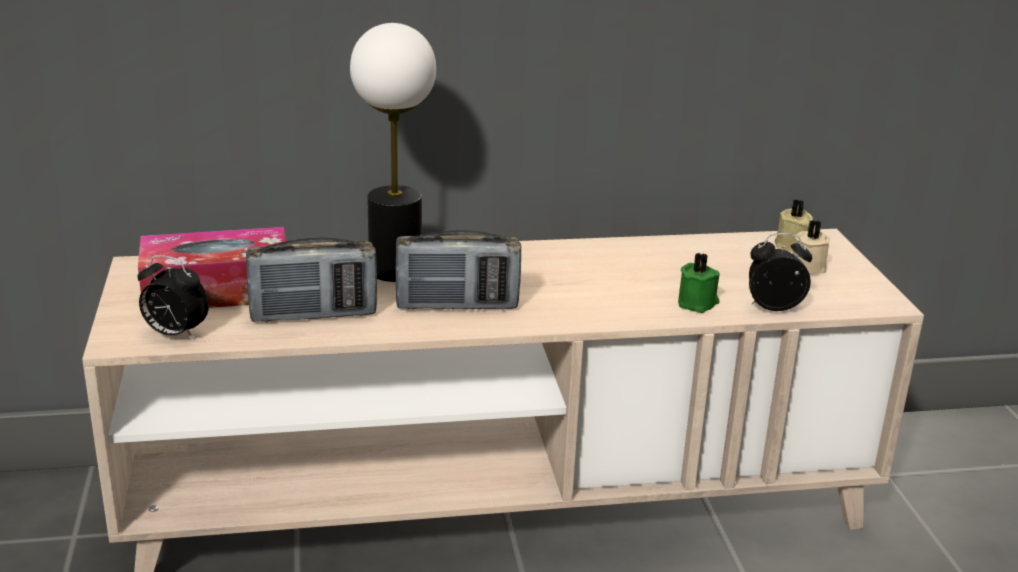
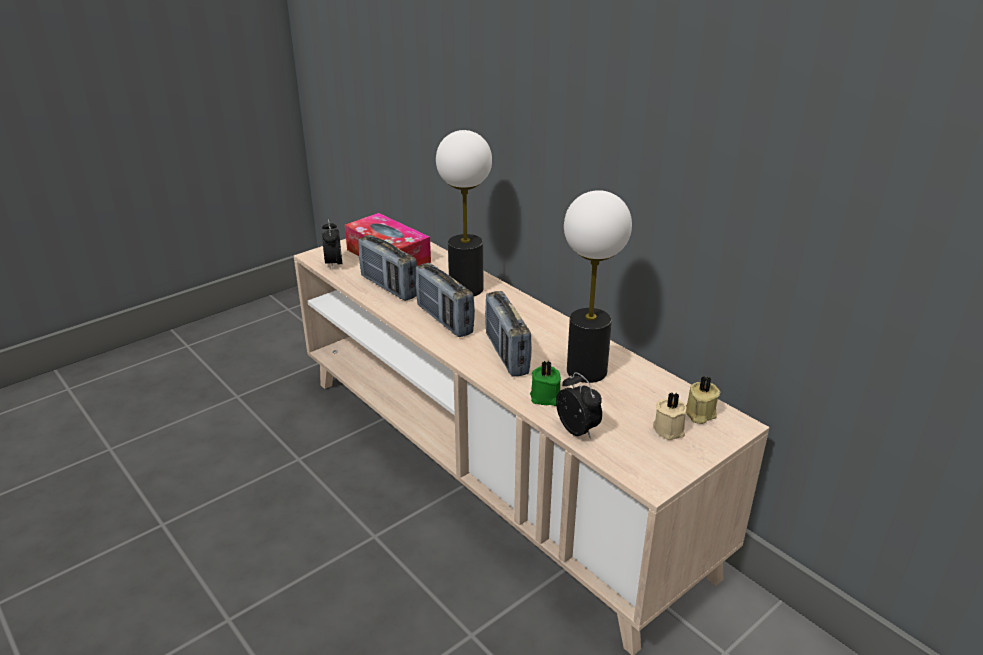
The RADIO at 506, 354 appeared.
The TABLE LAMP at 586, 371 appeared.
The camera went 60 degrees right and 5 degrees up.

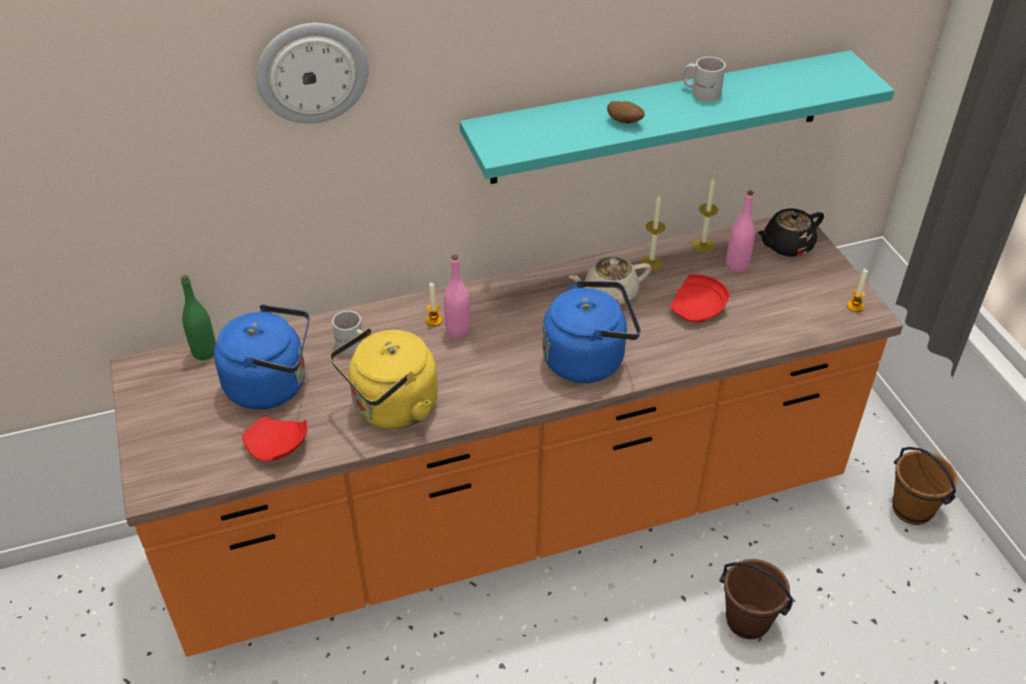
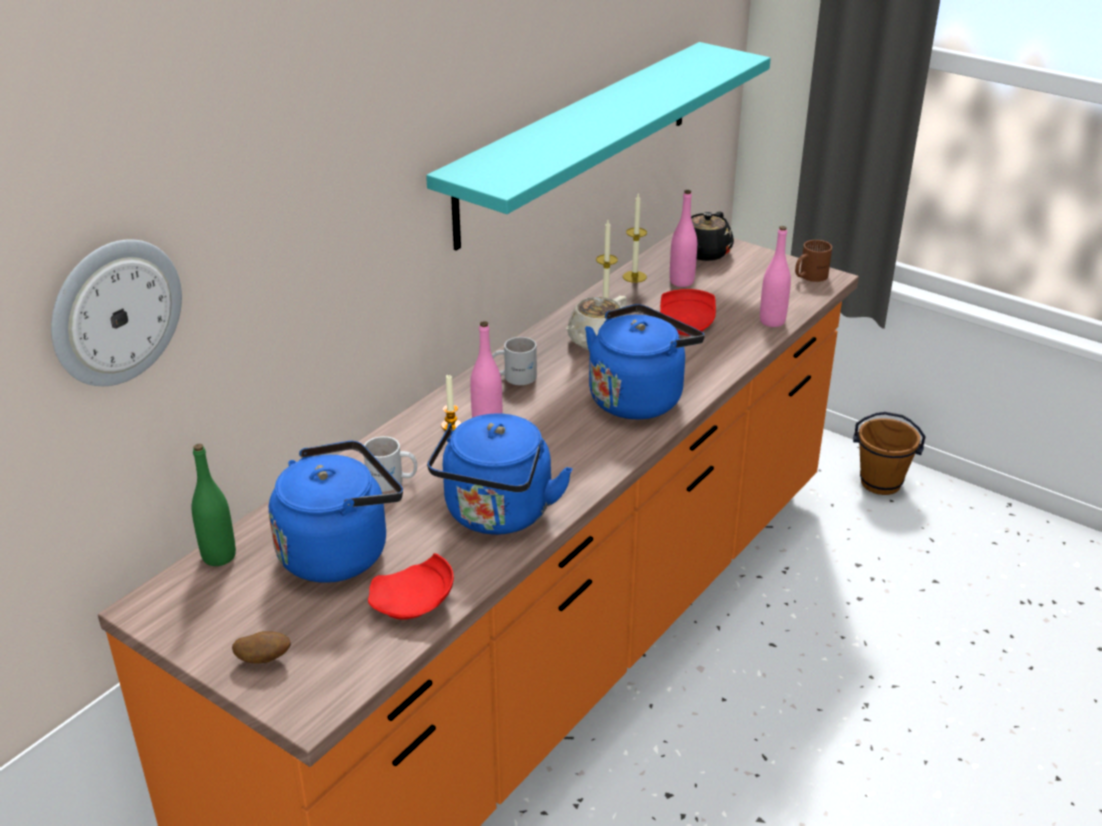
The BROWN BUCKET at 748, 620 disappeared.
The PINK BOTTLE at 772, 321 appeared.
The WALL CLOCK moved from 312, 72 to 115, 312.
The POTATO moved from 625, 122 to 264, 659.
The WHITE MUG moved from 701, 91 to 514, 376.
The CANDLE at 855, 306 was replaced by the BROWN MUG at 809, 276.
The YELLOW KETTLE at 391, 409 became the BLUE KETTLE at 497, 515.
The camera went 35 degrees left and 10 degrees down.

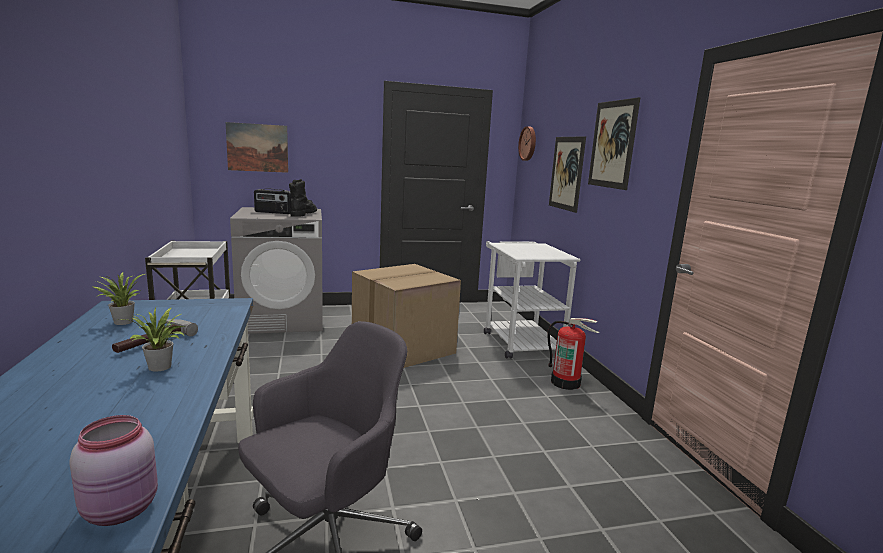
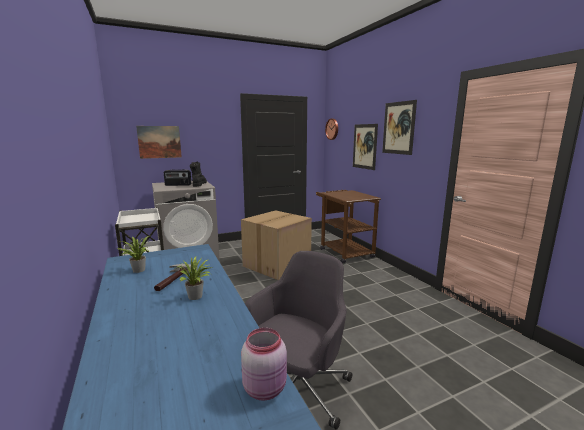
The FIRE EXTINGUISHER at 566, 382 disappeared.
The WHITE CART at 519, 341 became the BROWN CART at 343, 251.
The camera went 10 degrees left and 0 degrees up.

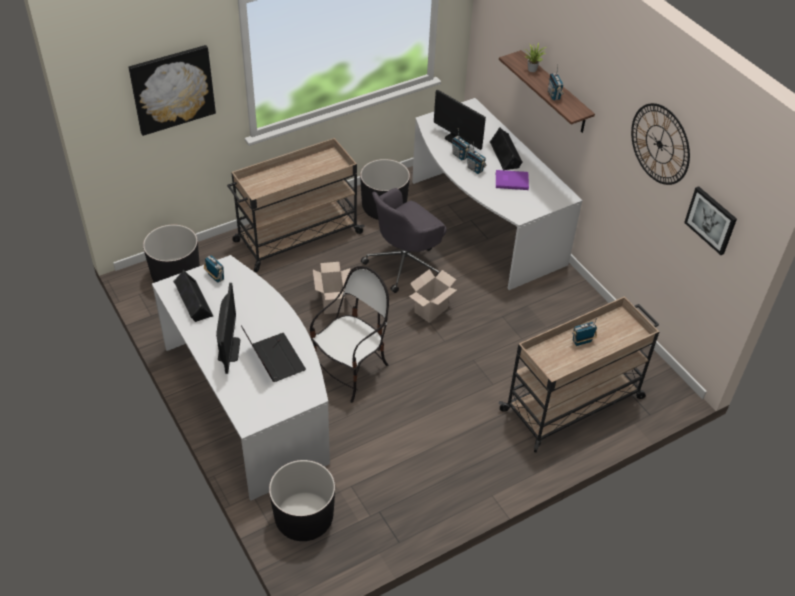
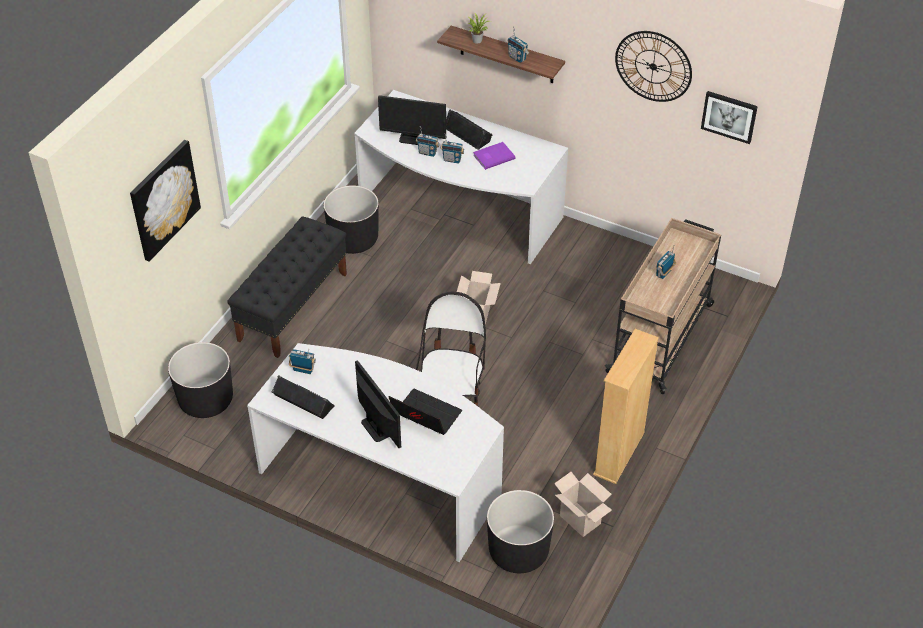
The GREY OFFICE CHAIR at 405, 263 disappeared.
The BEIGE BOOKCASE at 619, 453 appeared.
The CARDBOARD BOX moved from 333, 303 to 581, 520.
The BEIGE CART at 296, 237 was replaced by the BLACK BENCH at 293, 306.
The camera went 30 degrees left and 0 degrees up.

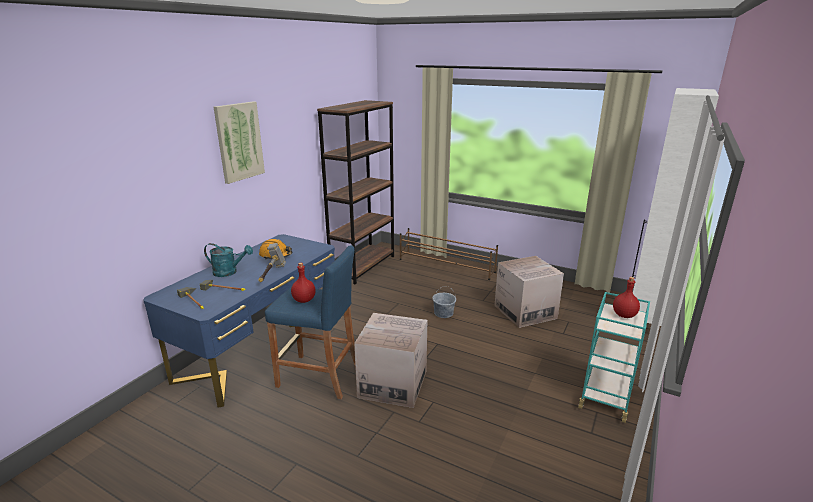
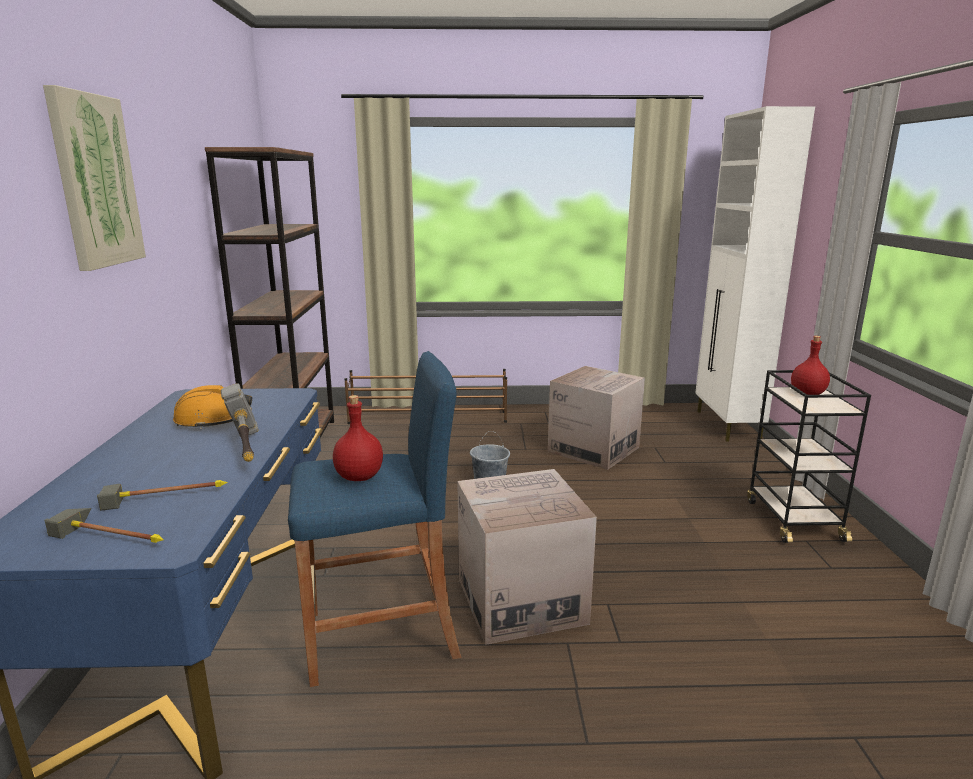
The TURQUOISE WATERING CAN at 229, 272 disappeared.
The TURQUOISE CART at 605, 396 became the BLACK CART at 793, 519.
The camera went 30 degrees left and 5 degrees down.

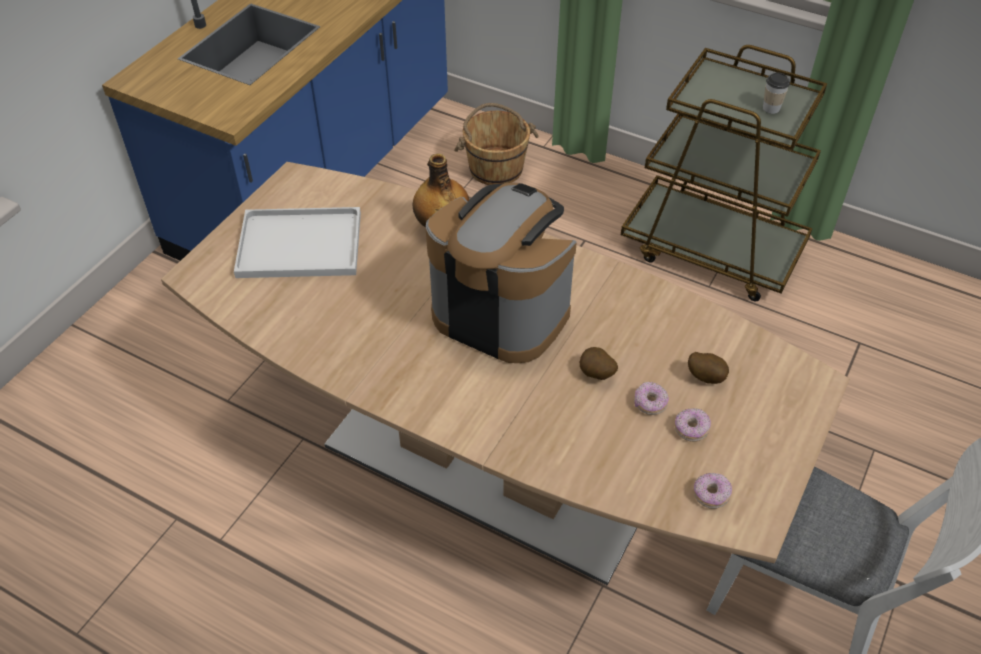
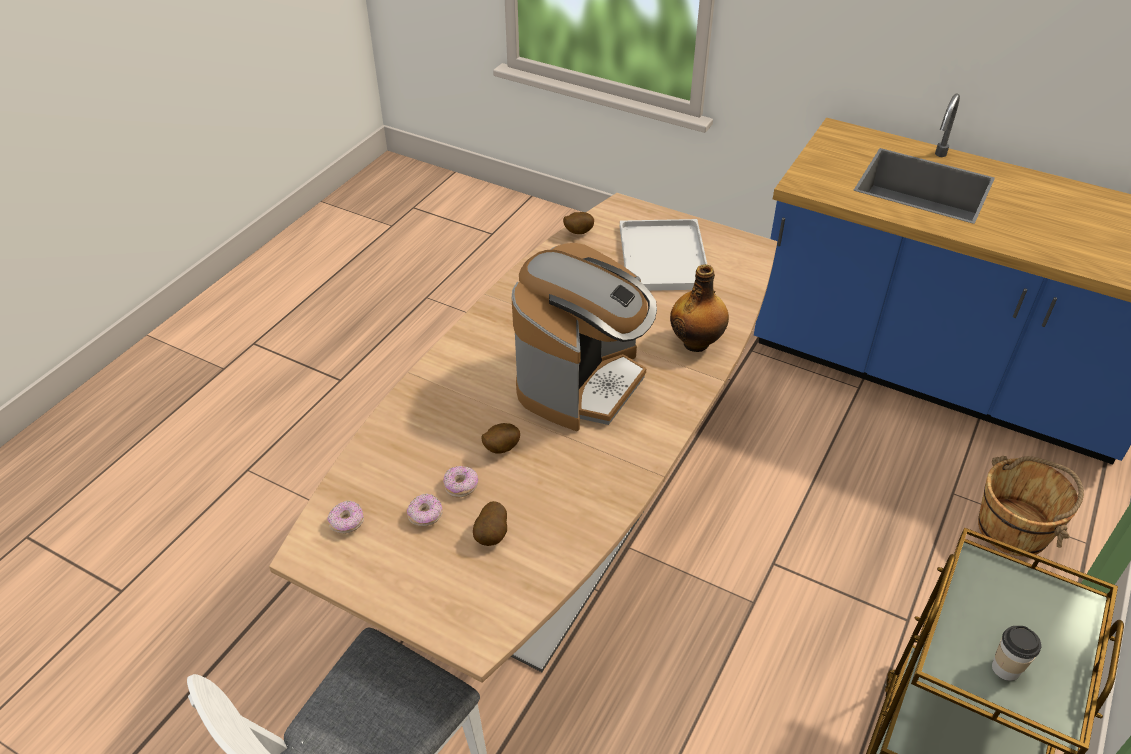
The POTATO at 577, 232 appeared.
The camera went 90 degrees right and 5 degrees down.

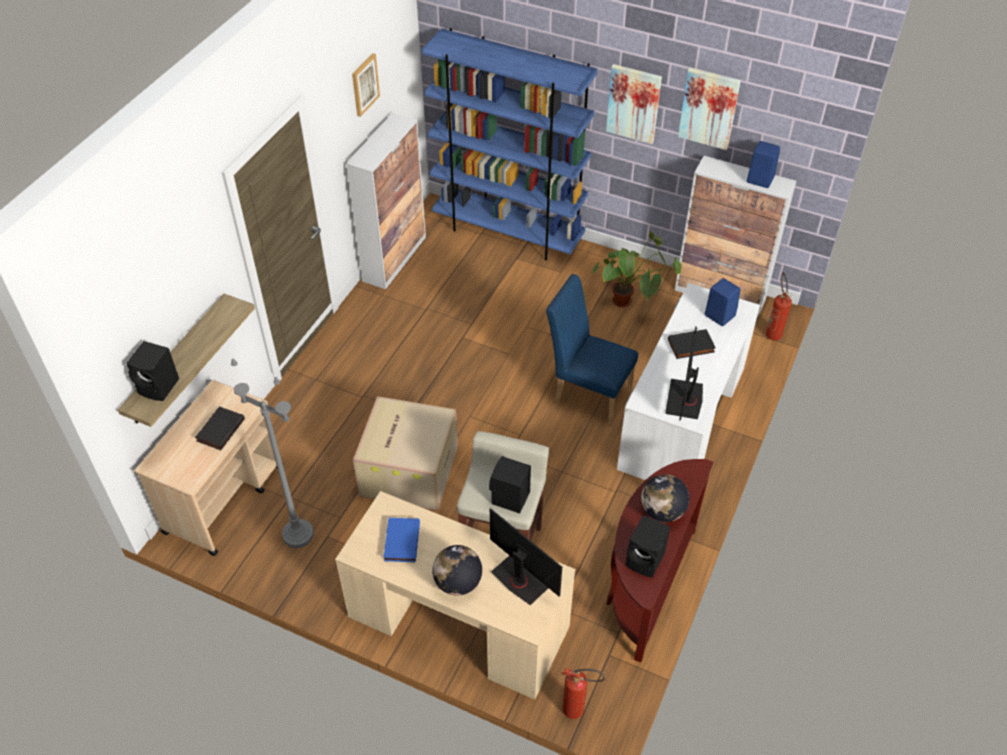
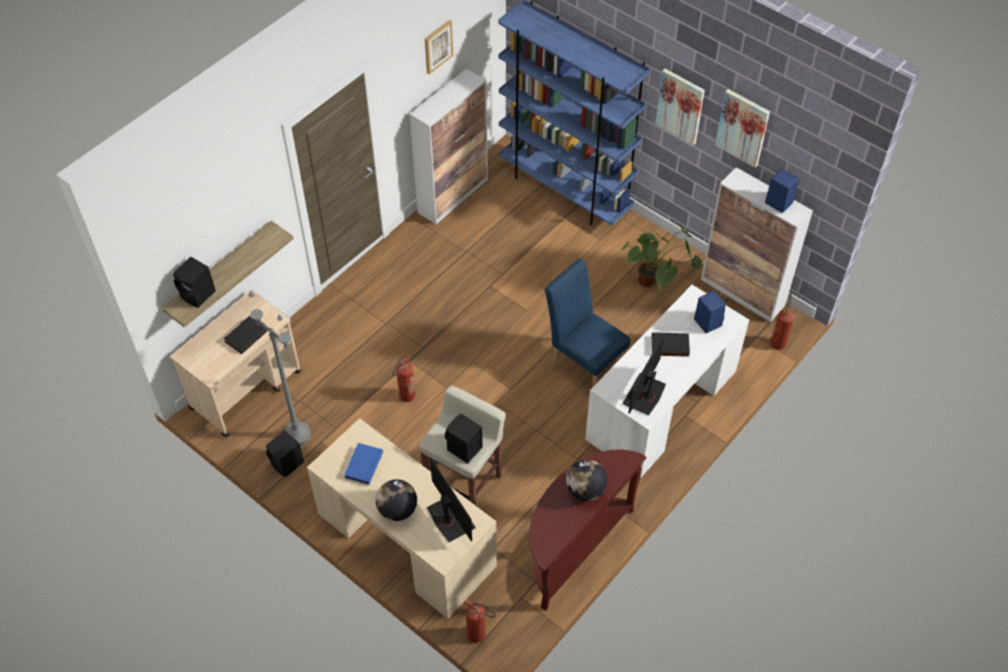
The BLACK SPEAKER moved from 646, 560 to 288, 464.
The CARDBOARD BOX at 408, 470 was replaced by the FIRE EXTINGUISHER at 405, 399.
The camera went 15 degrees right and 5 degrees up.

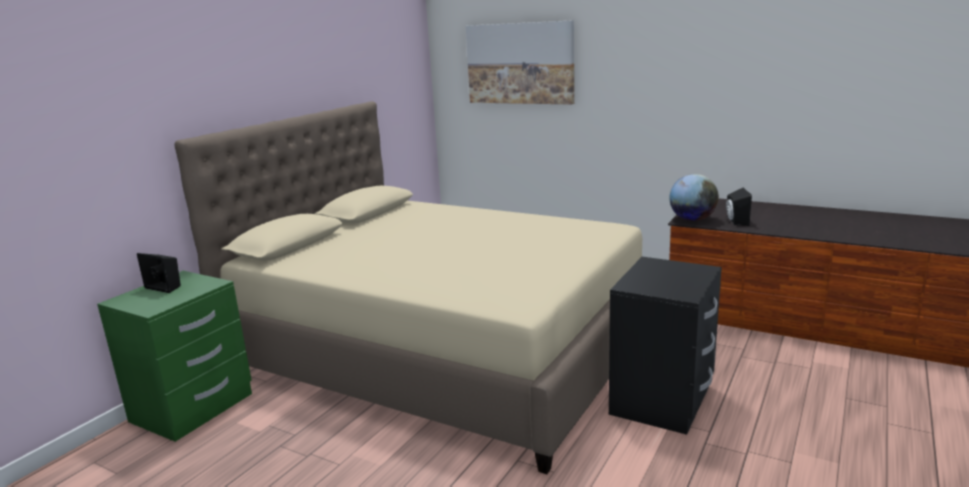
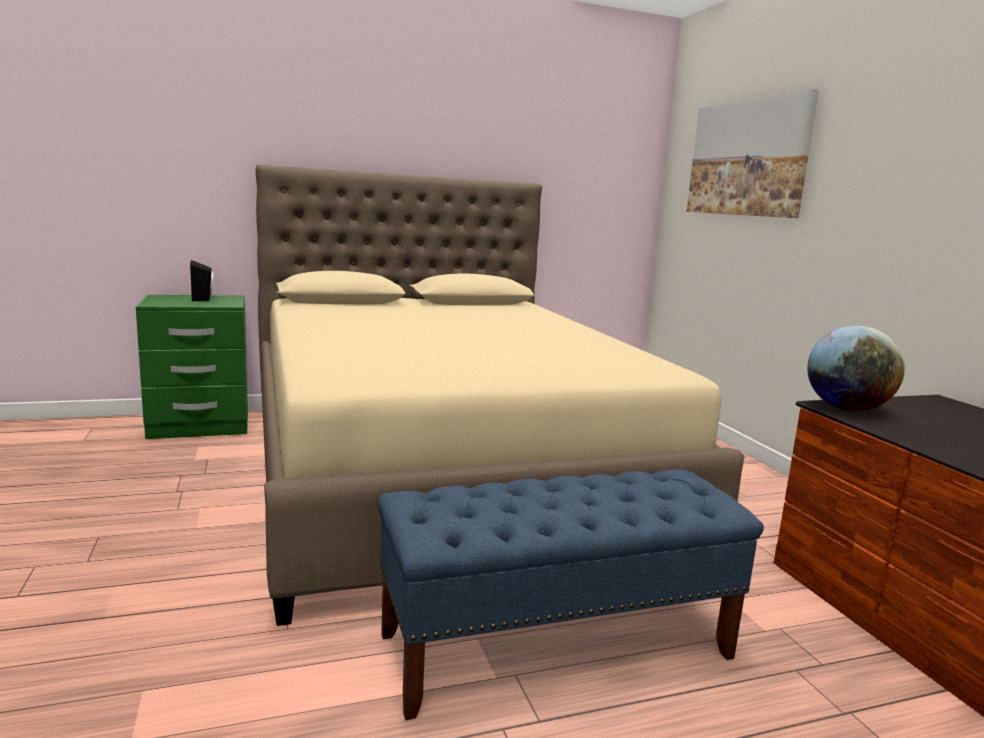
The BLACK SPEAKER at 735, 221 disappeared.
The BLACK NIGHTSTAND at 663, 400 was replaced by the BLUE BENCH at 558, 646.
The camera went 40 degrees right and 5 degrees down.

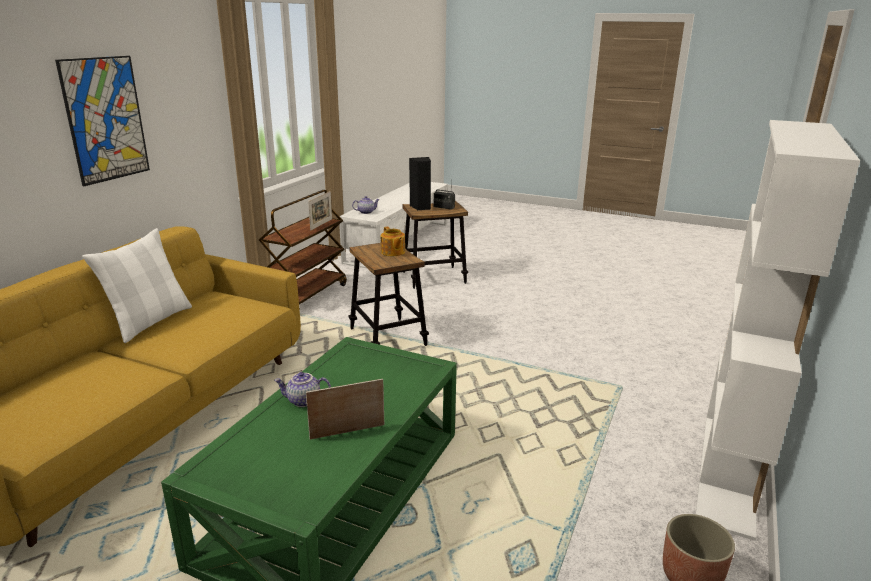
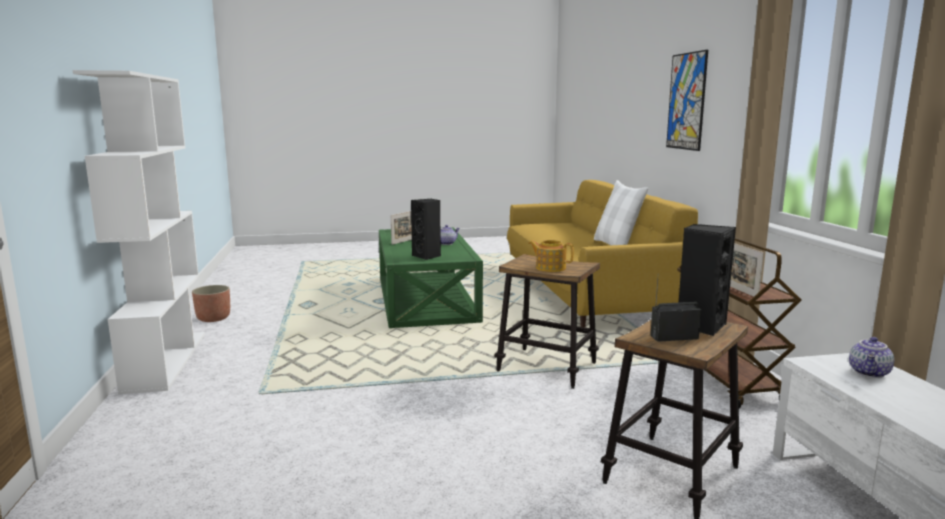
The BLACK SPEAKER at 427, 256 appeared.
The camera went 145 degrees right and 10 degrees down.

